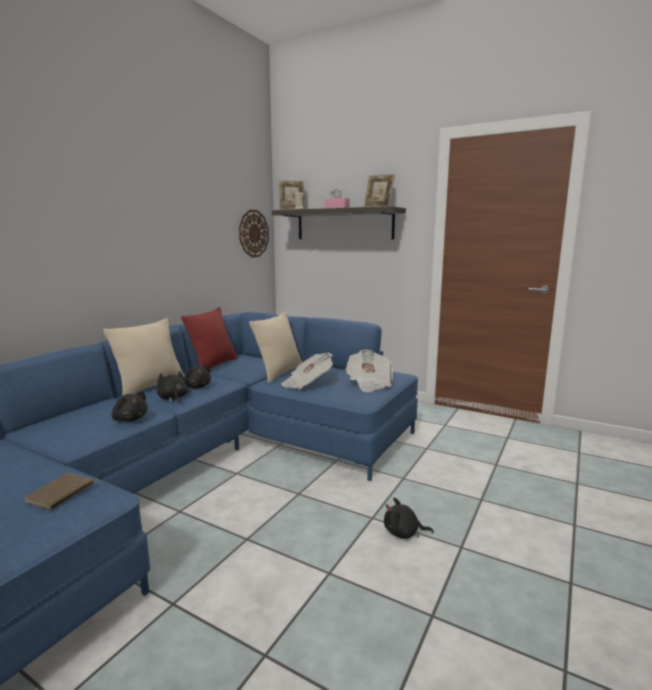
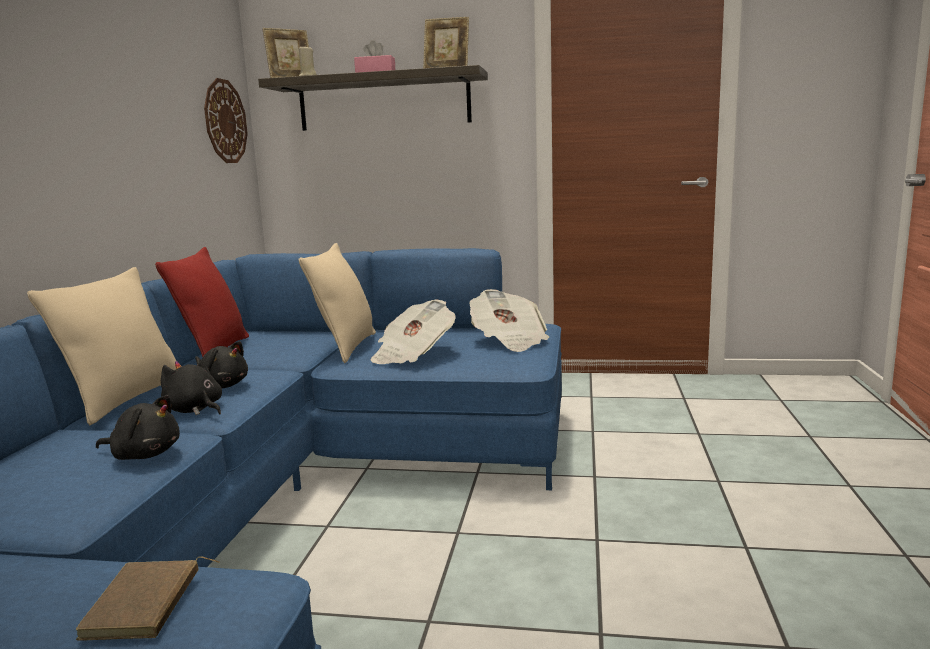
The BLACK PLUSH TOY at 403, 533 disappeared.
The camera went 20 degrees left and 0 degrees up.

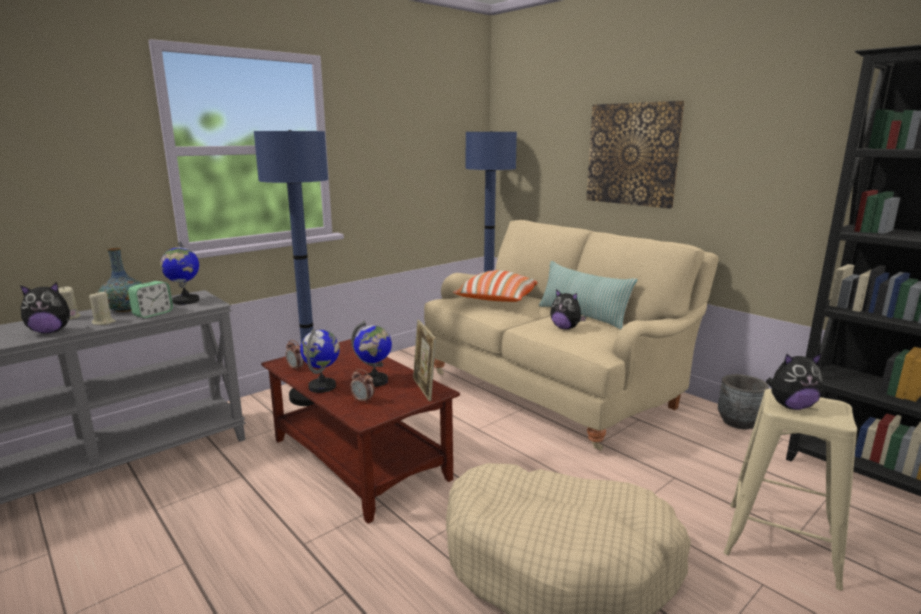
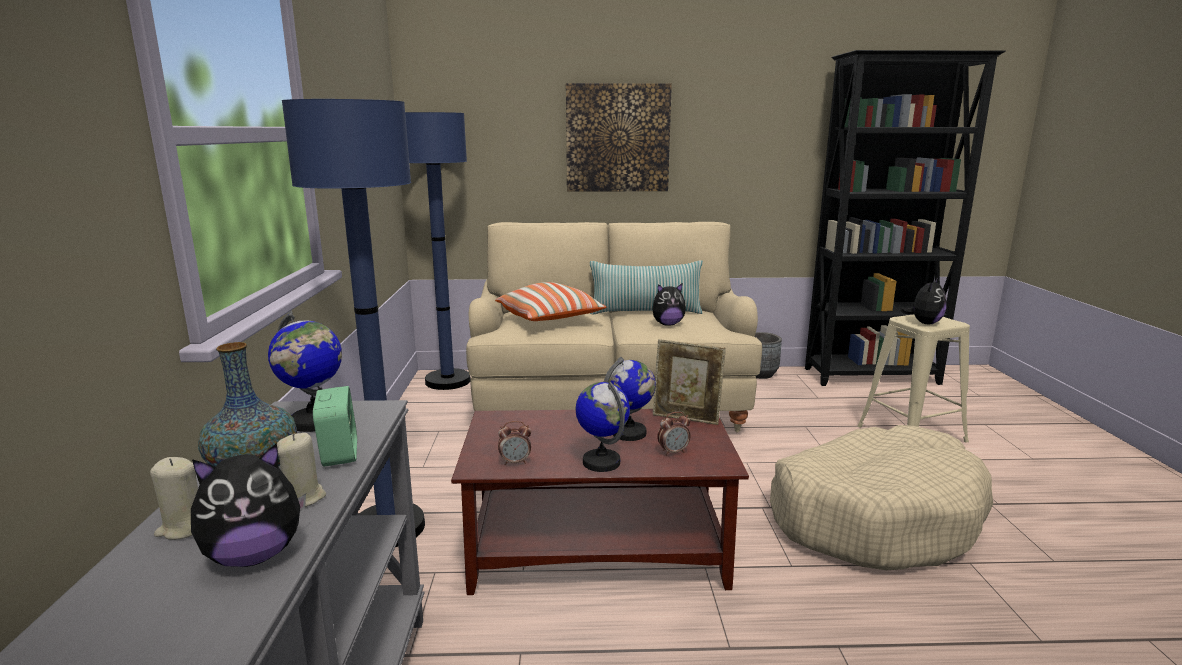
The PLUSH TOY at 51, 331 turned 45 degrees clockwise.
The camera went 50 degrees left and 0 degrees up.

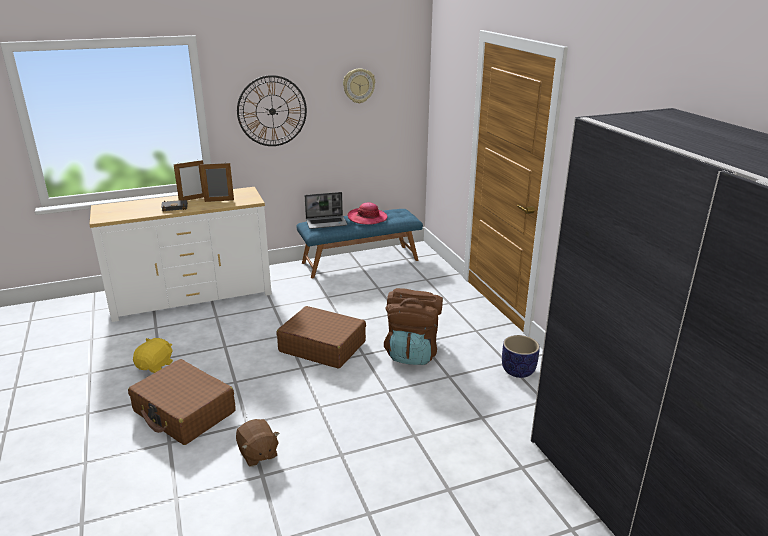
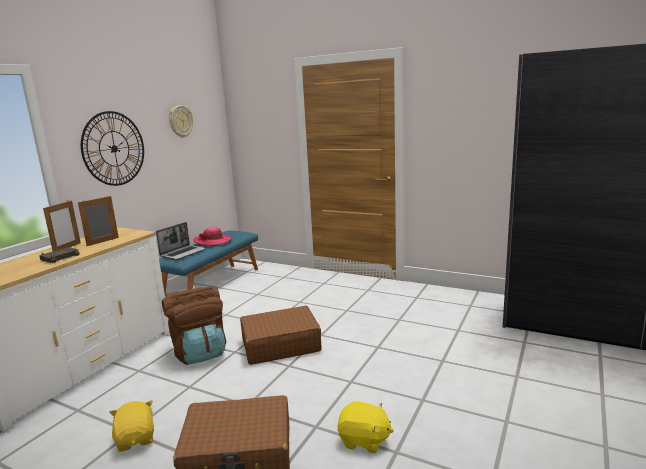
The PLANTER at 518, 371 disappeared.
The BROWN BACKPACK moved from 412, 352 to 199, 352.
The BROWN PLUSH TOY at 258, 454 became the YELLOW PLUSH TOY at 364, 440.
The camera went 40 degrees left and 10 degrees down.

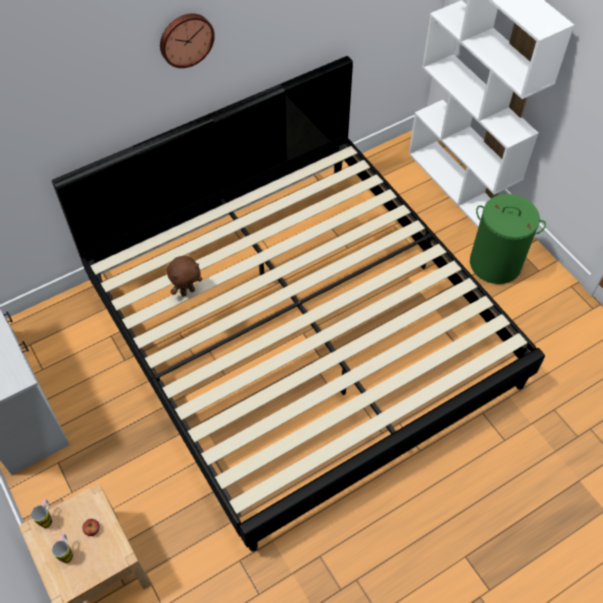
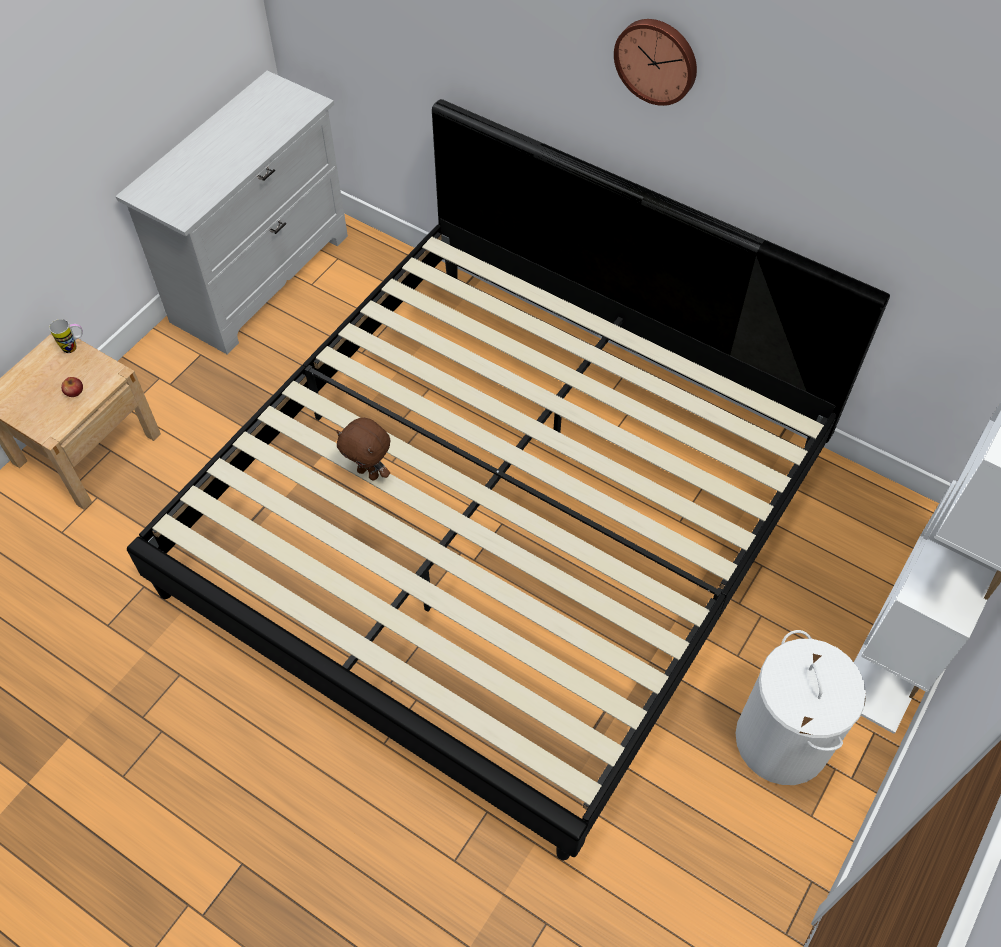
The MUG at 67, 553 disappeared.
The BROWN PLUSH TOY moved from 187, 291 to 369, 473.
The GREEN LAUNDRY BASKET at 495, 263 became the WHITE LAUNDRY BASKET at 782, 741.
The camera went 65 degrees right and 0 degrees up.

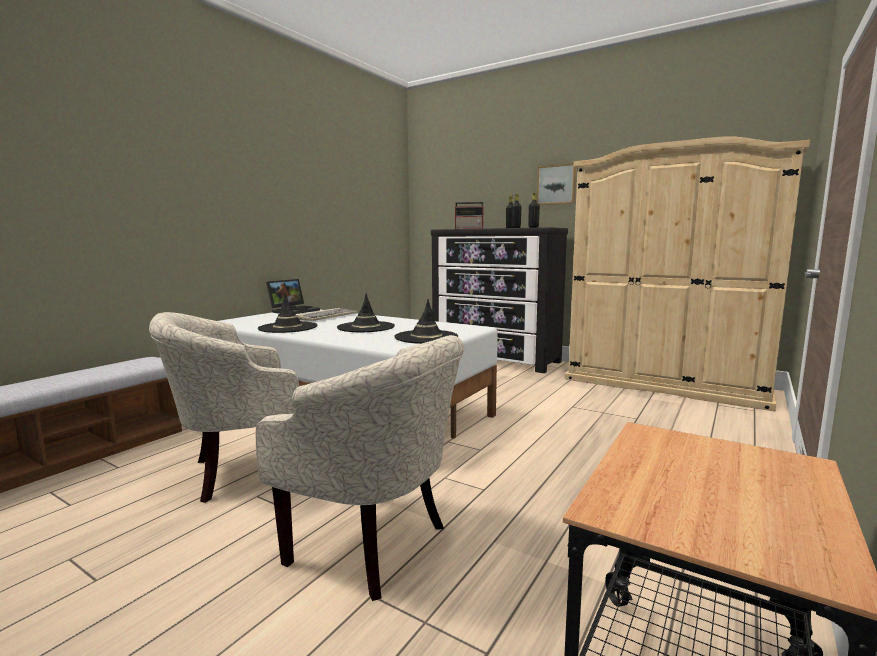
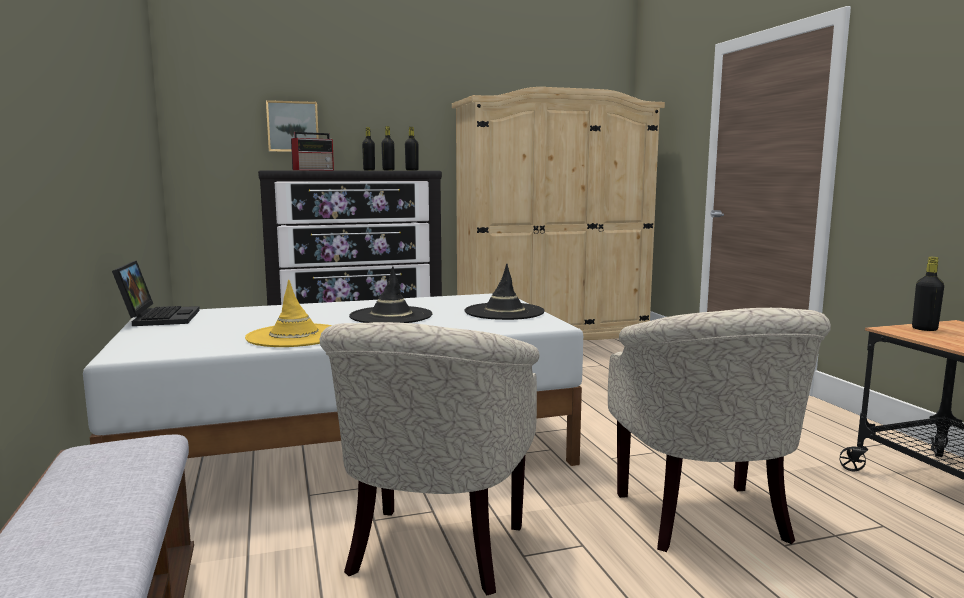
The KEYBOARD at 327, 317 disappeared.
The BLACK BOTTLE at 924, 329 appeared.
The PICTURE moved from 556, 185 to 292, 126.
The BLACK HAT at 288, 328 became the YELLOW HAT at 295, 336.
The BEIGE ARMCHAIR at 376, 546 turned 105 degrees clockwise.
The camera went 50 degrees left and 0 degrees up.

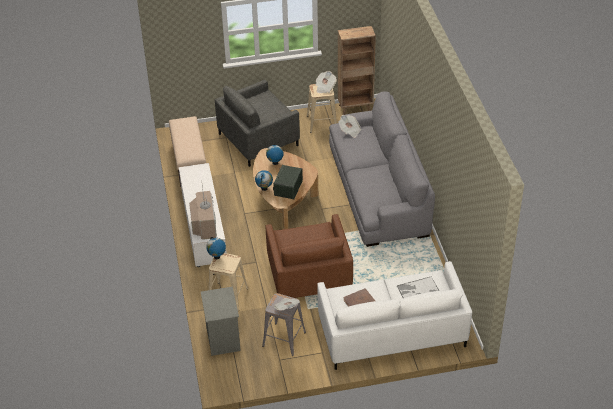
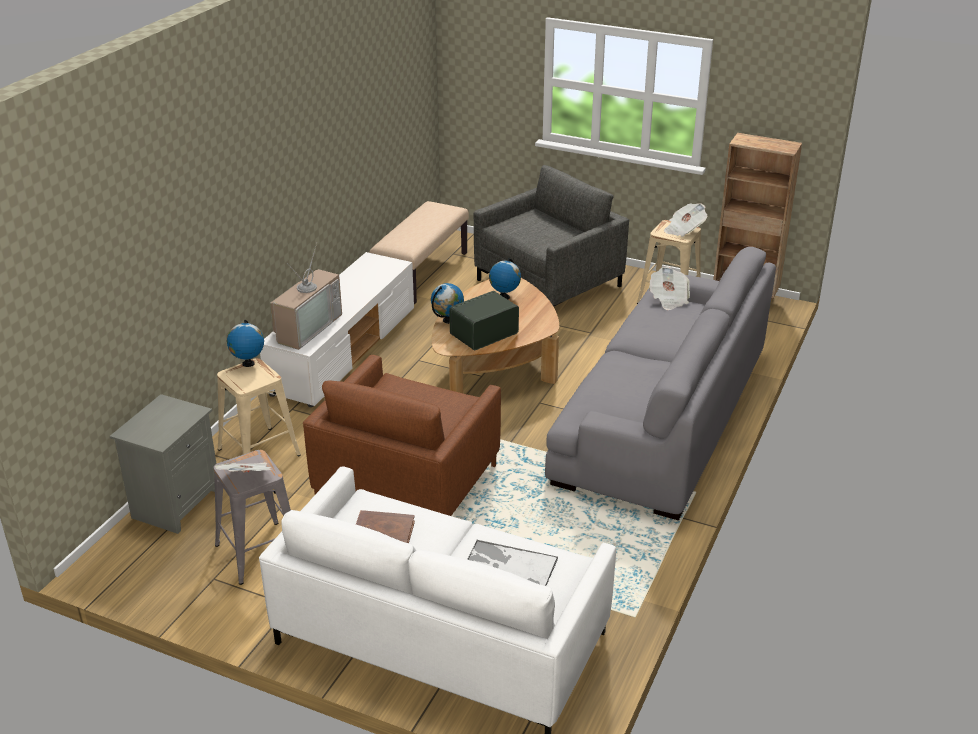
The GREY ARMCHAIR at 258, 139 turned 135 degrees clockwise.
The camera went 35 degrees right and 10 degrees down.

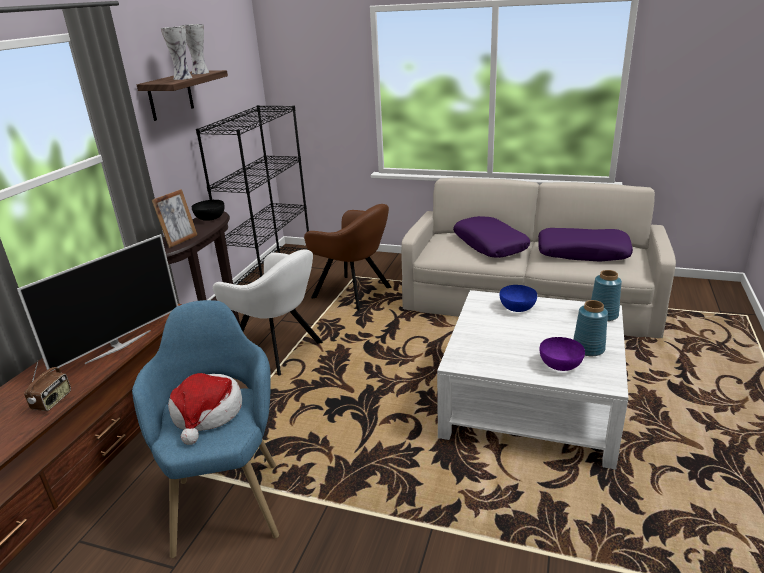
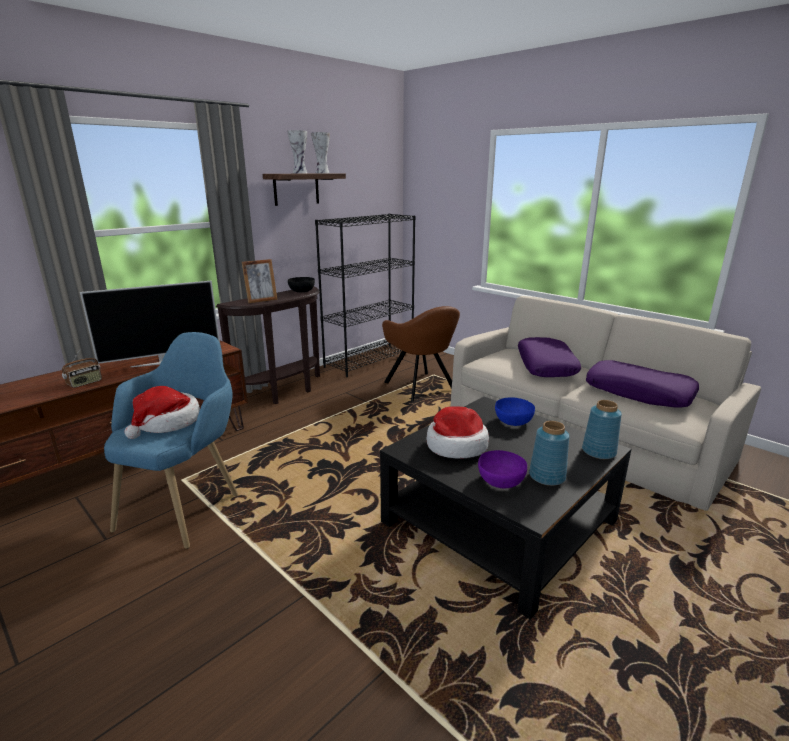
The WHITE ARMCHAIR at 279, 351 disappeared.
The HAT at 456, 445 appeared.
The WHITE COFFEE TABLE at 531, 401 became the BLACK COFFEE TABLE at 499, 522.
The camera went 25 degrees right and 5 degrees down.

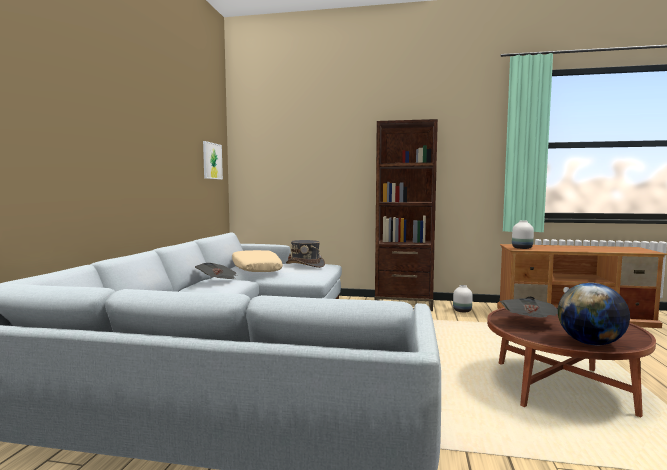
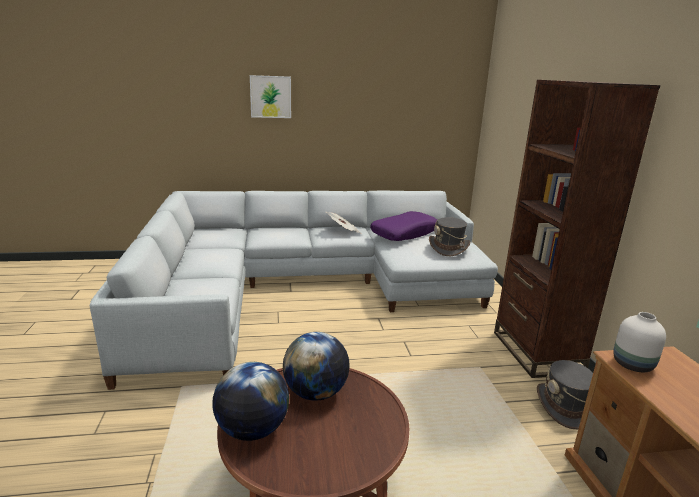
The PICTURE moved from 212, 161 to 270, 97.
The WHITE VASE at 462, 311 was replaced by the GREY HAT at 565, 406.
The NEWSPAPER at 529, 323 was replaced by the GLOBE at 316, 393.
The BEIGE PILLOW at 255, 269 became the PURPLE PILLOW at 404, 233.
The camera went 70 degrees right and 15 degrees up.

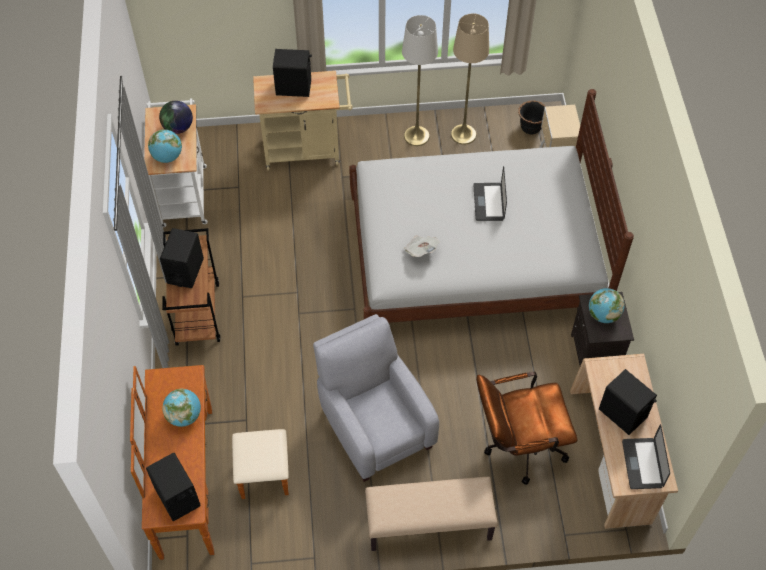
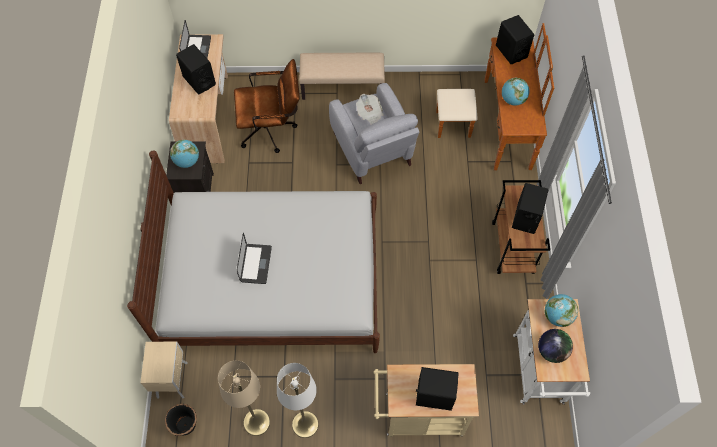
The NEWSPAPER moved from 421, 250 to 369, 114.
The camera went 175 degrees left and 5 degrees up.

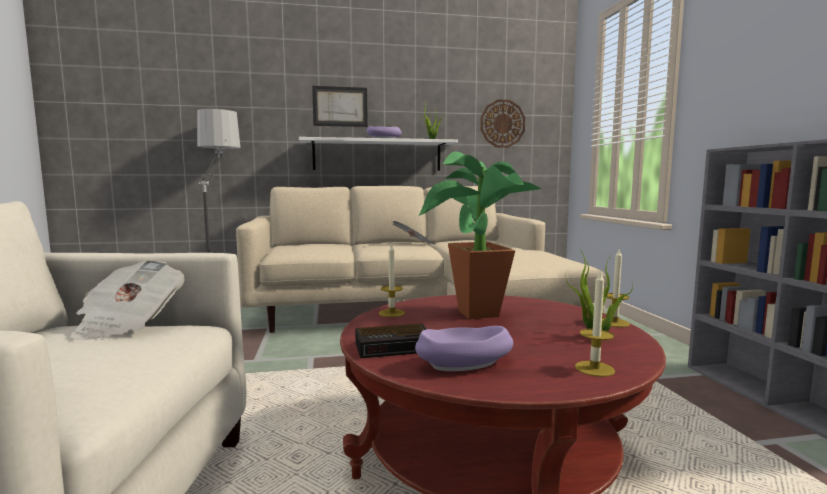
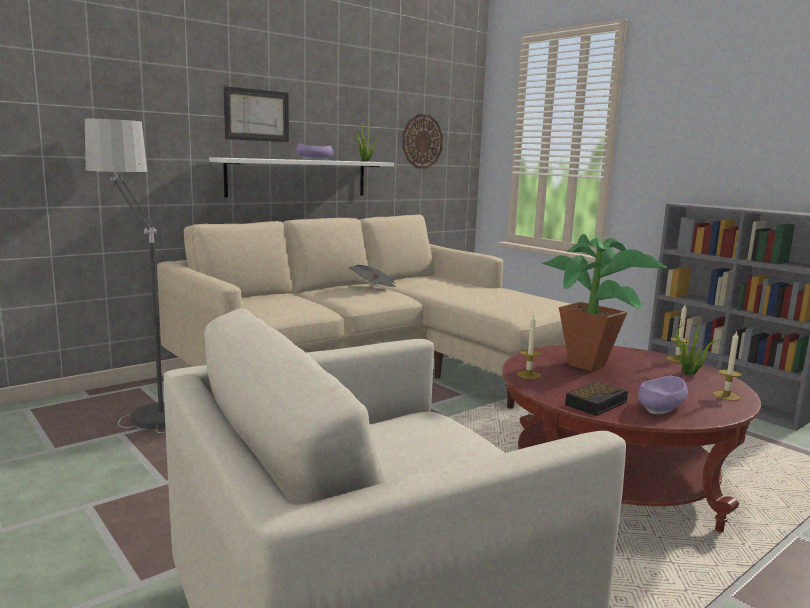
The NEWSPAPER at 129, 324 disappeared.
The camera went 30 degrees left and 5 degrees up.

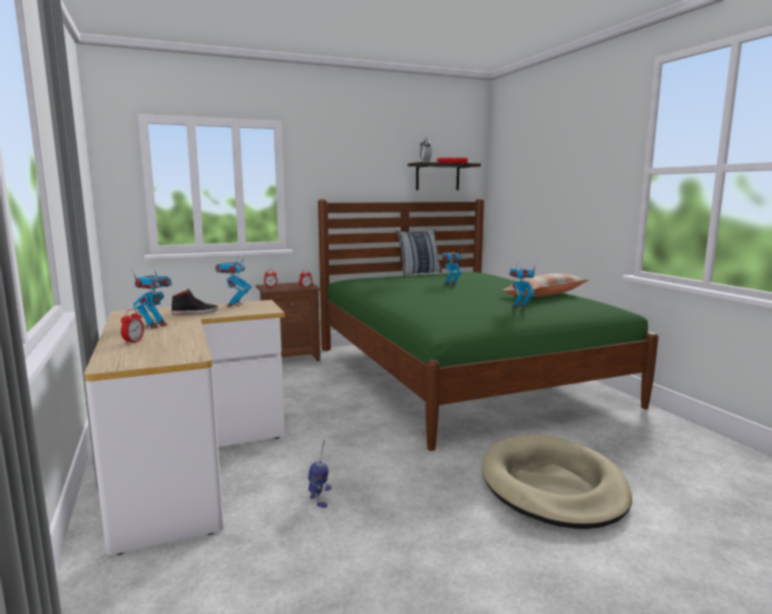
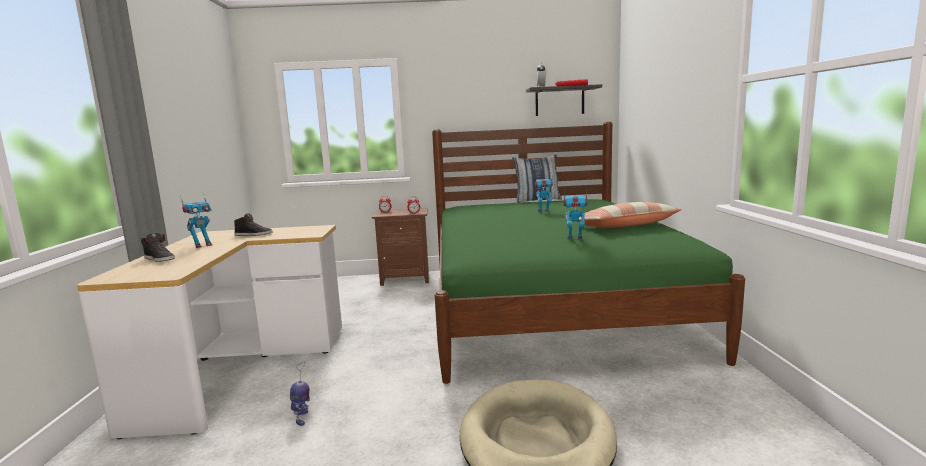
The TOY ROBOT at 234, 305 disappeared.
The ALARM CLOCK at 133, 342 was replaced by the BLACK SHOE at 160, 259.
The camera went 20 degrees right and 0 degrees up.

